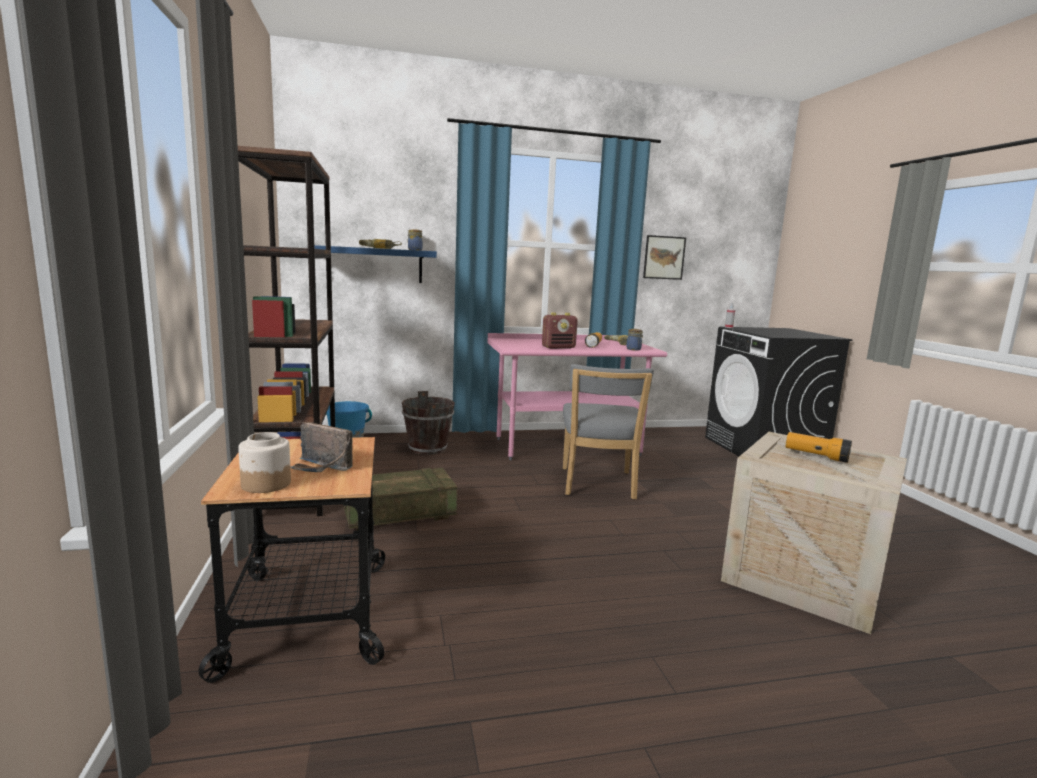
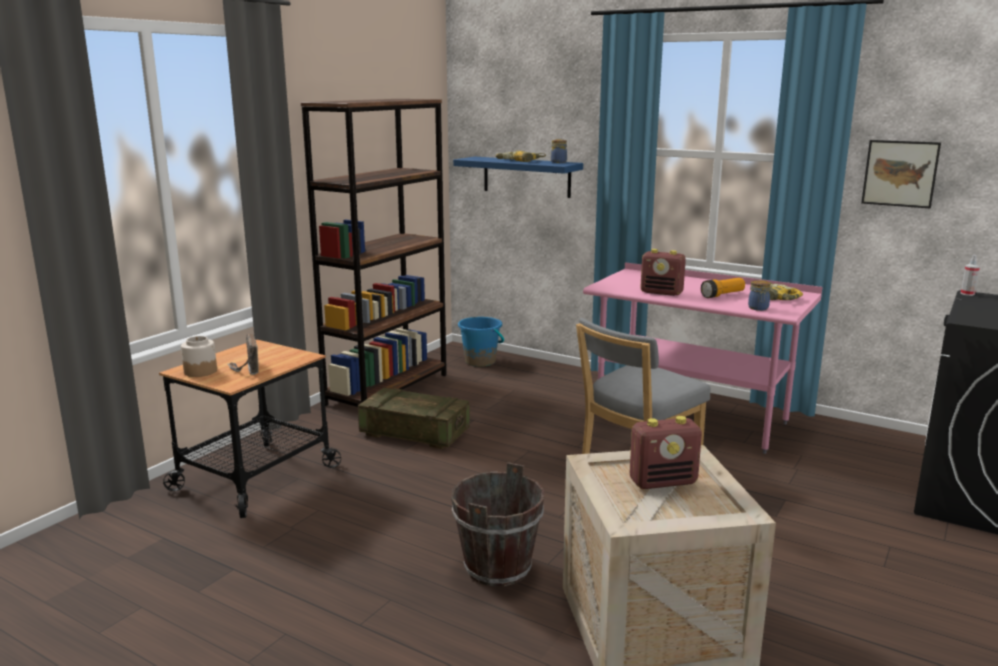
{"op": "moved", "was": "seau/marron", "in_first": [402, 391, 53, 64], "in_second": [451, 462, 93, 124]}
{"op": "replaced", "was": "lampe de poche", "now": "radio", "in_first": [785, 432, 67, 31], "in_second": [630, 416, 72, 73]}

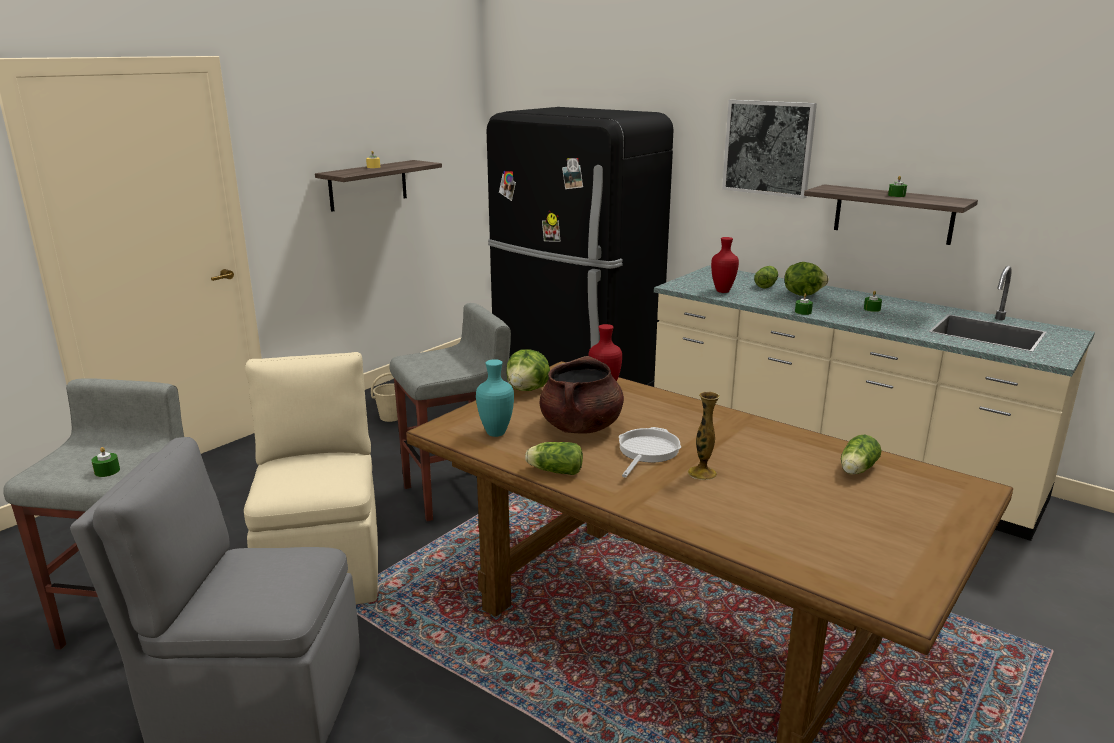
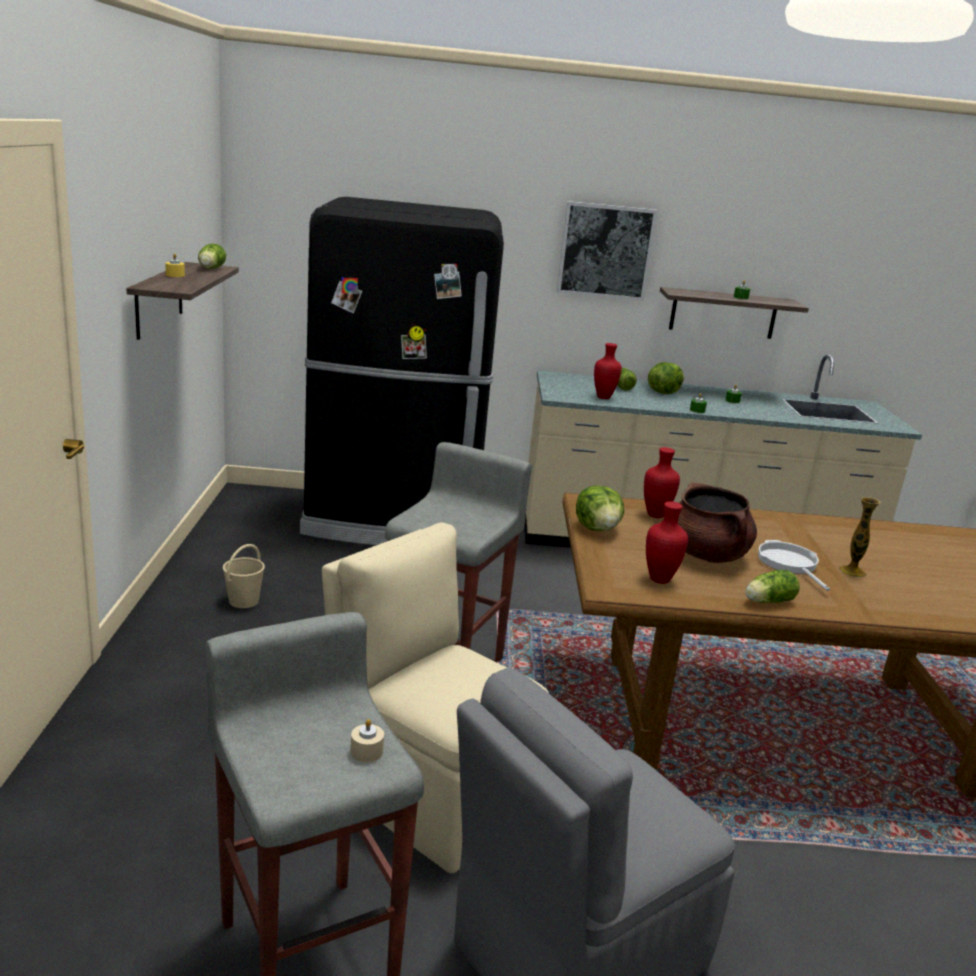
{"op": "recoloured", "was": "bougie/vert", "now": "bougie/beige", "in_first": [92, 447, 28, 30], "in_second": [351, 719, 33, 43]}
{"op": "recoloured", "was": "vase/turquoise", "now": "vase/rouge", "in_first": [476, 359, 38, 78], "in_second": [646, 501, 42, 83]}
{"op": "moved", "was": "laitue", "in_first": [841, 435, 41, 39], "in_second": [198, 243, 28, 26]}

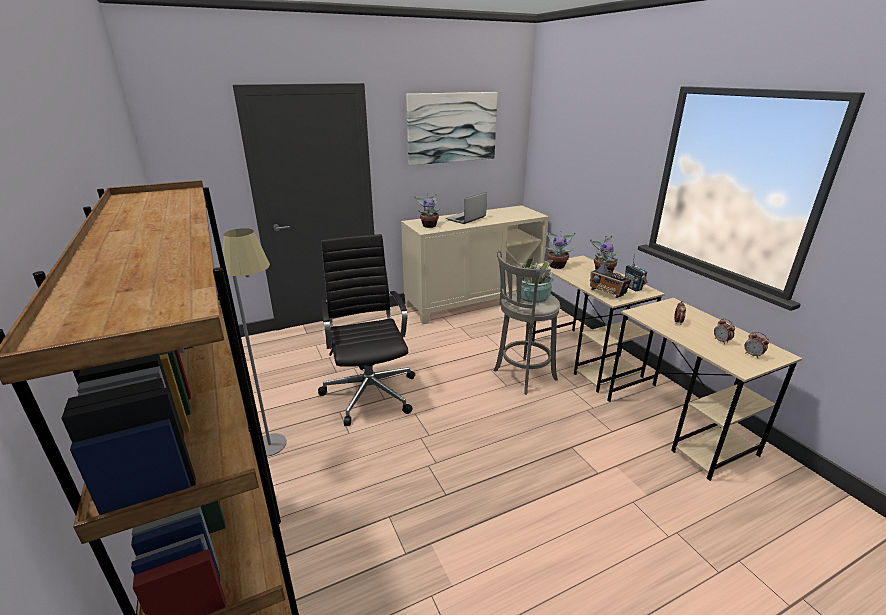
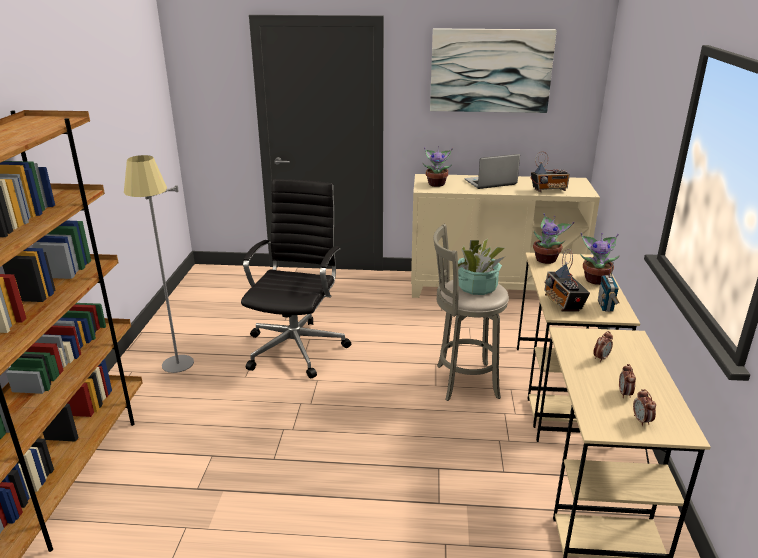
{"op": "added", "now": "radio", "in_second": [531, 151, 39, 41]}

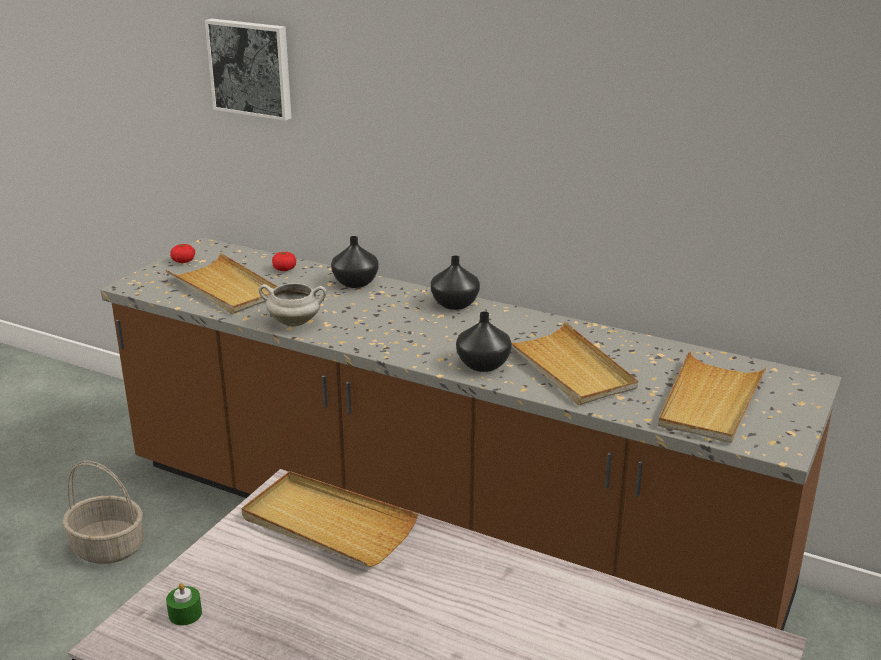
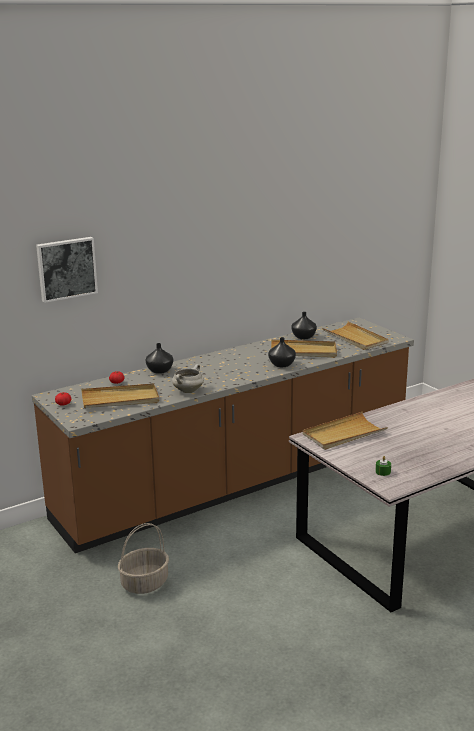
{"op": "moved", "was": "vase/noir", "in_first": [431, 255, 49, 55], "in_second": [291, 312, 26, 27]}

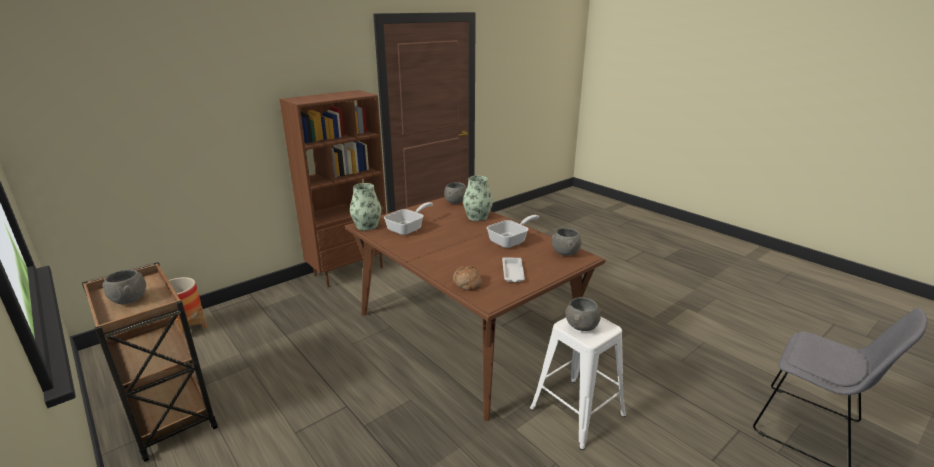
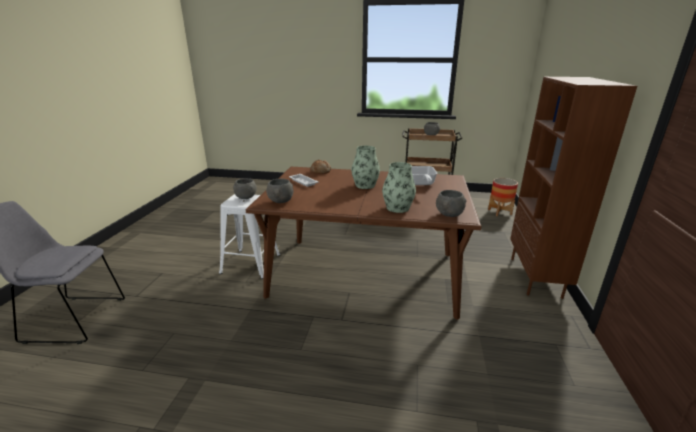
{"op": "moved", "was": "vase", "in_first": [350, 183, 32, 48], "in_second": [351, 146, 29, 43]}
{"op": "removed", "was": "poêle", "in_first": [487, 215, 52, 33]}

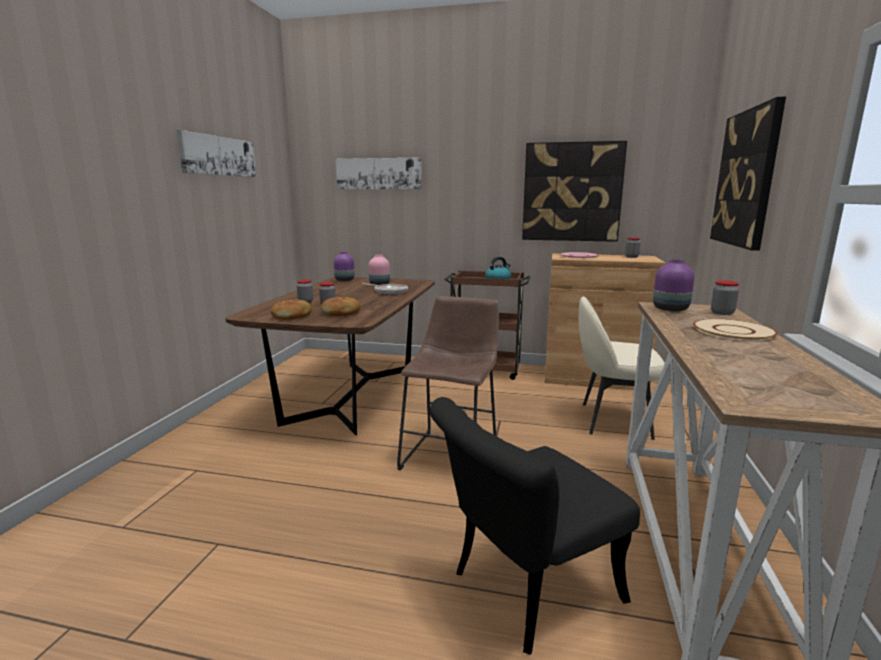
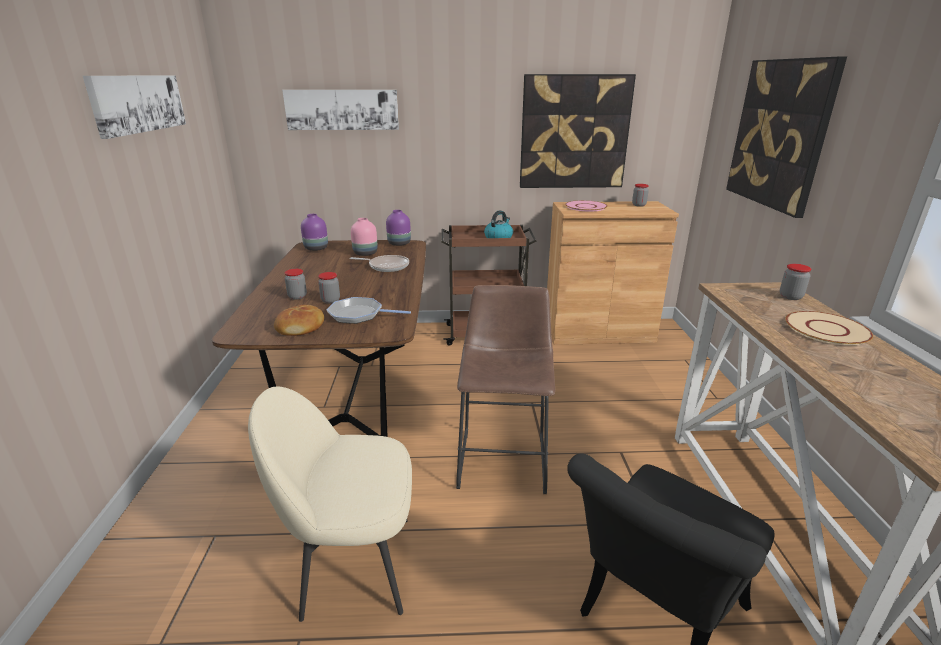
{"op": "replaced", "was": "pain", "now": "poêle", "in_first": [321, 297, 39, 19], "in_second": [326, 297, 85, 27]}
{"op": "moved", "was": "chaise/beige", "in_first": [578, 296, 87, 144], "in_second": [248, 386, 164, 236]}
{"op": "moved", "was": "vase/violet", "in_first": [653, 259, 41, 52], "in_second": [386, 210, 25, 36]}

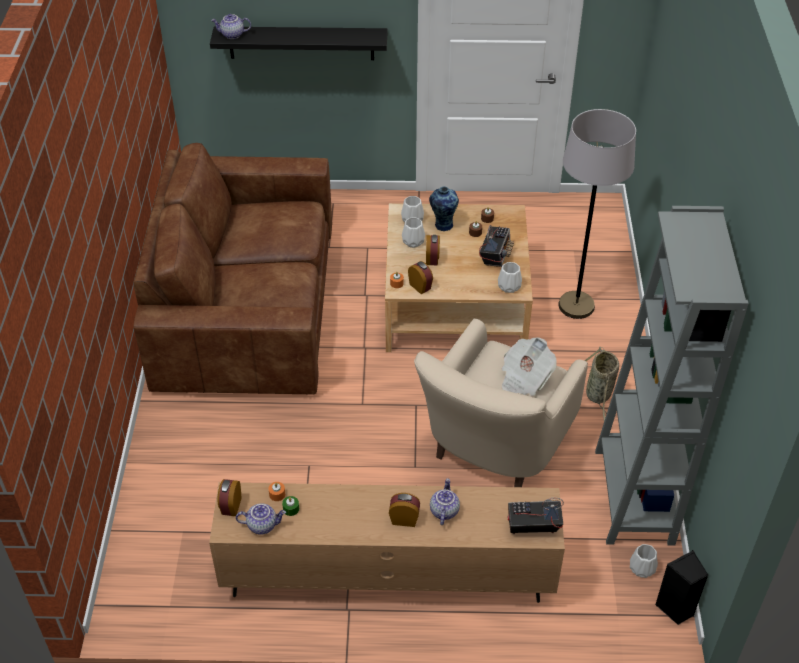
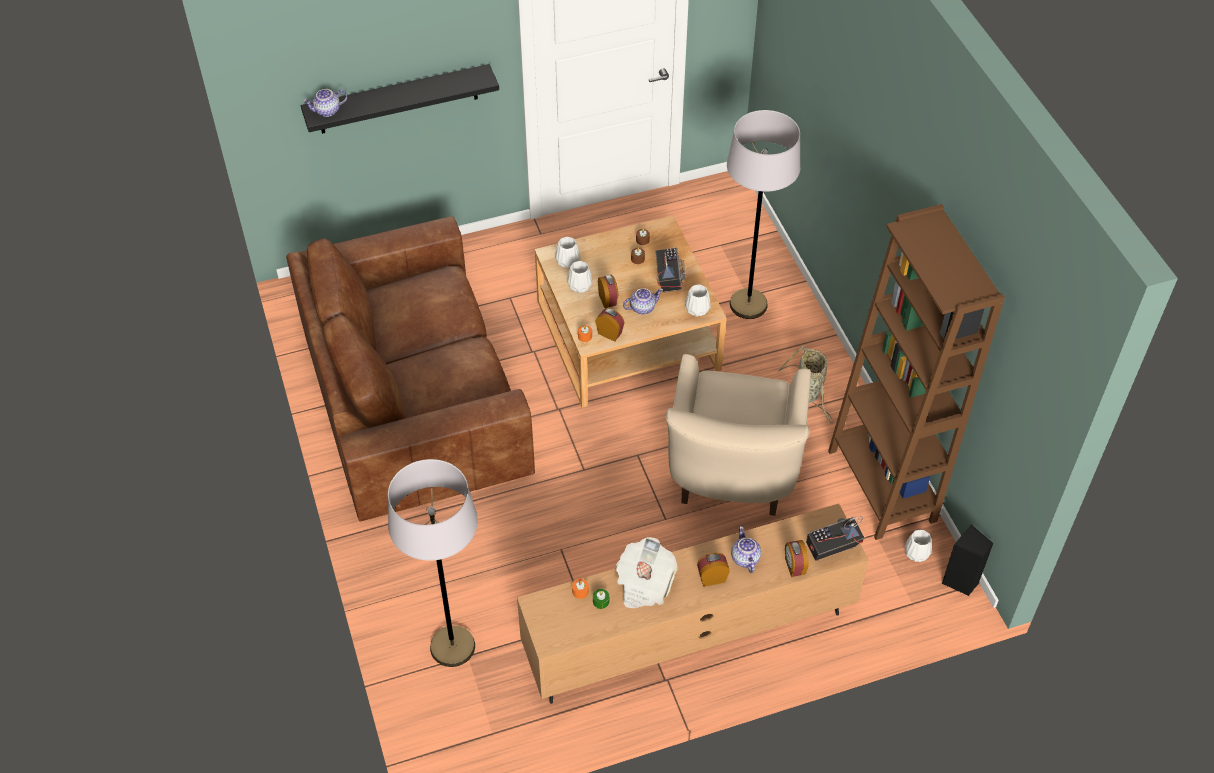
{"op": "moved", "was": "réveil", "in_first": [217, 479, 25, 37], "in_second": [785, 540, 24, 37]}
{"op": "moved", "was": "théière", "in_first": [236, 504, 50, 31], "in_second": [623, 288, 40, 26]}
{"op": "removed", "was": "vase", "in_first": [429, 186, 30, 45]}
{"op": "moved", "was": "journal", "in_first": [501, 337, 56, 59], "in_second": [616, 537, 61, 71]}
{"op": "recoloured", "was": "bibliothèque/gris", "now": "bibliothèque/marron", "in_first": [595, 206, 154, 340], "in_second": [828, 204, 177, 336]}
{"op": "added", "now": "lampadaire/gris", "in_second": [388, 459, 90, 208]}

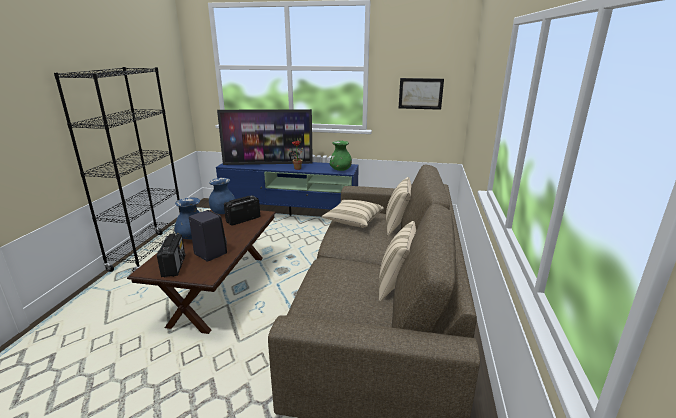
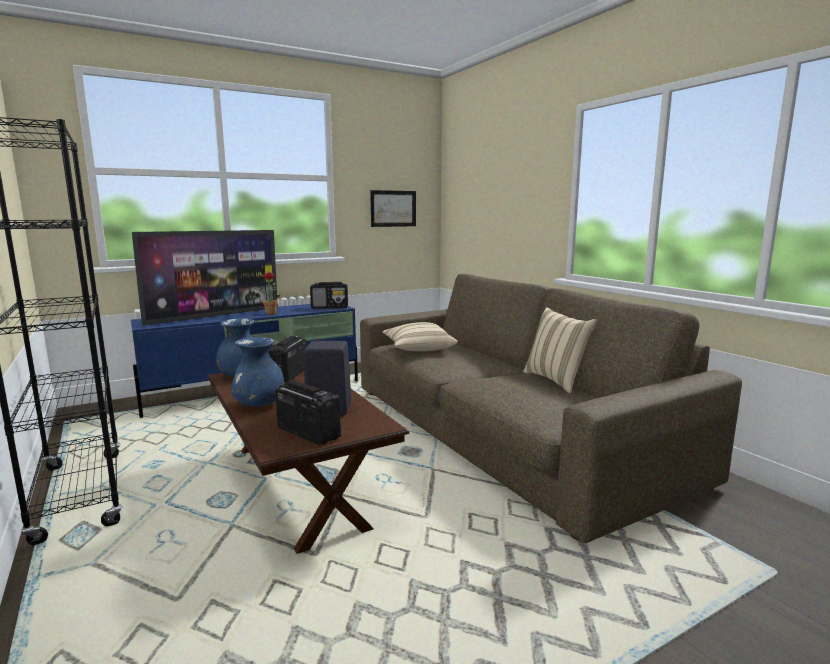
{"op": "replaced", "was": "vase/vert", "now": "radio", "in_first": [330, 141, 22, 30], "in_second": [310, 282, 38, 27]}
{"op": "removed", "was": "coussin/beige", "in_first": [386, 177, 26, 59]}

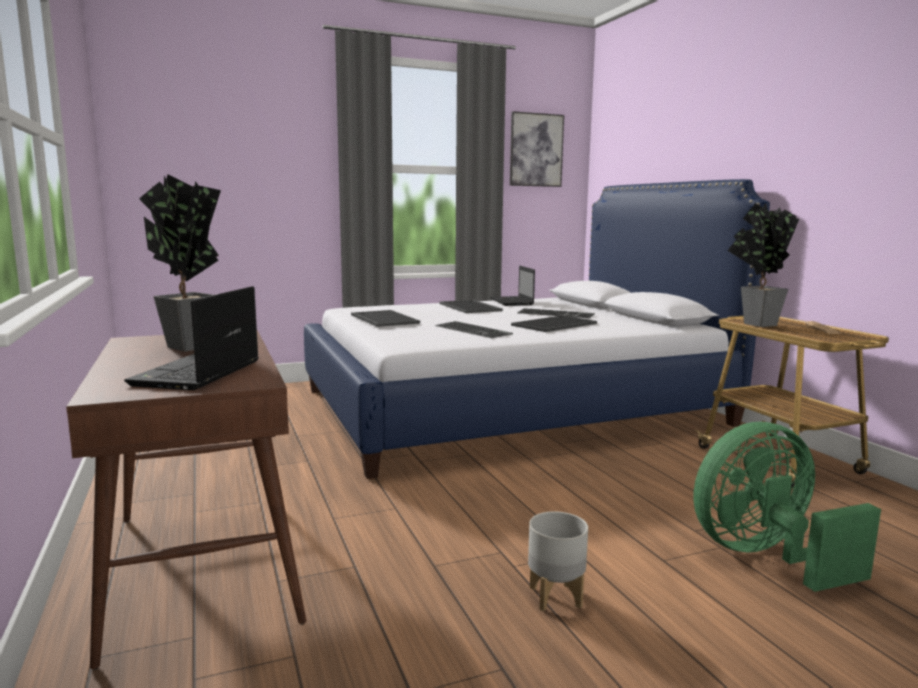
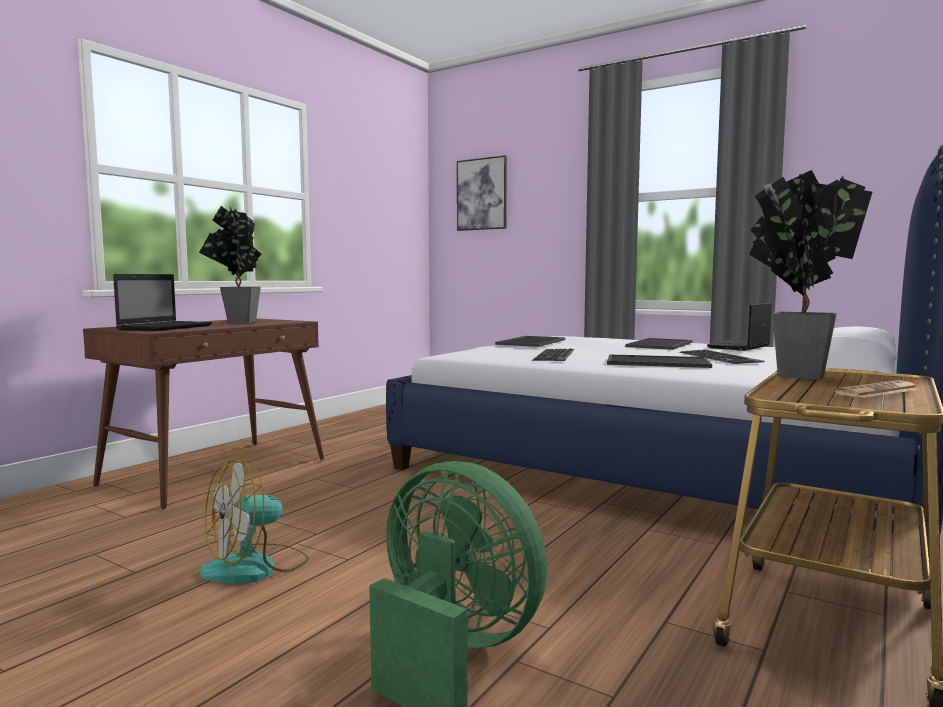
{"op": "turned", "was": "ordinateur portable", "in_first": [124, 286, 135, 104], "in_second": [113, 274, 99, 57], "clockwise": 135}
{"op": "moved", "was": "tableau", "in_first": [510, 111, 54, 76], "in_second": [457, 155, 50, 76]}
{"op": "replaced", "was": "cache-pot/gris", "now": "ventilateur", "in_first": [528, 511, 60, 100], "in_second": [199, 458, 110, 126]}

